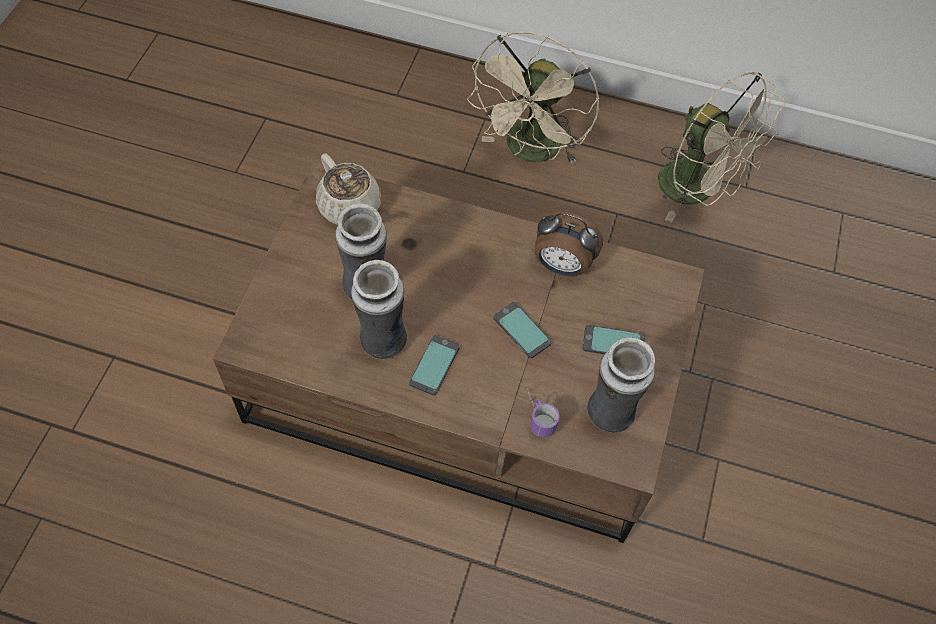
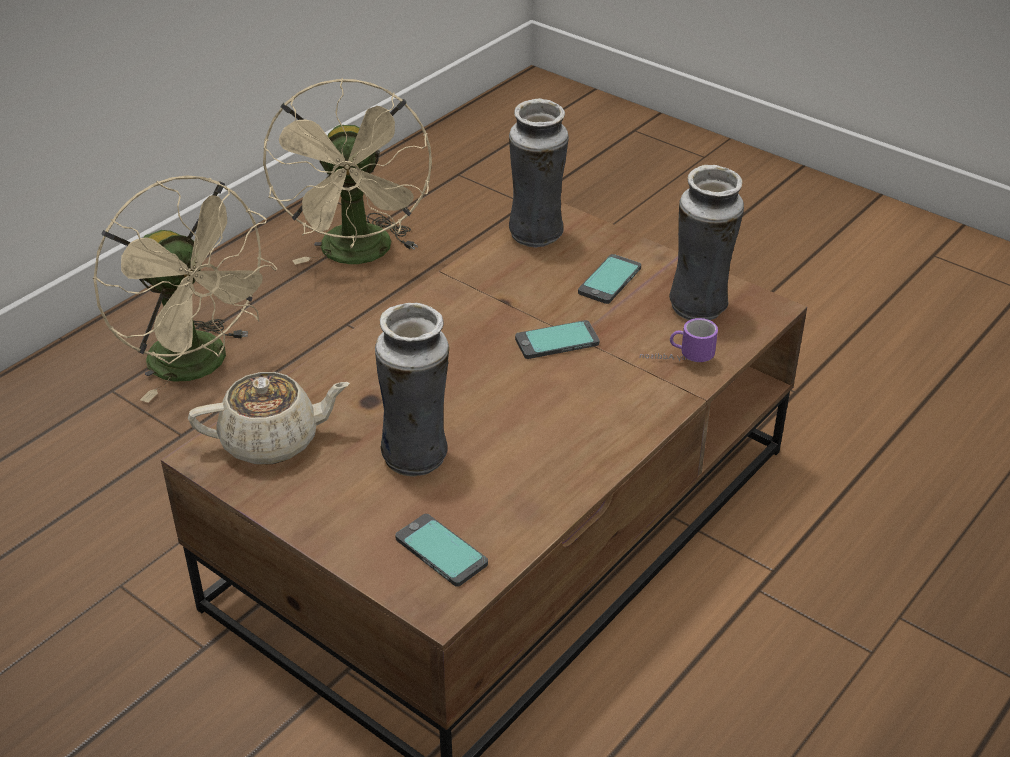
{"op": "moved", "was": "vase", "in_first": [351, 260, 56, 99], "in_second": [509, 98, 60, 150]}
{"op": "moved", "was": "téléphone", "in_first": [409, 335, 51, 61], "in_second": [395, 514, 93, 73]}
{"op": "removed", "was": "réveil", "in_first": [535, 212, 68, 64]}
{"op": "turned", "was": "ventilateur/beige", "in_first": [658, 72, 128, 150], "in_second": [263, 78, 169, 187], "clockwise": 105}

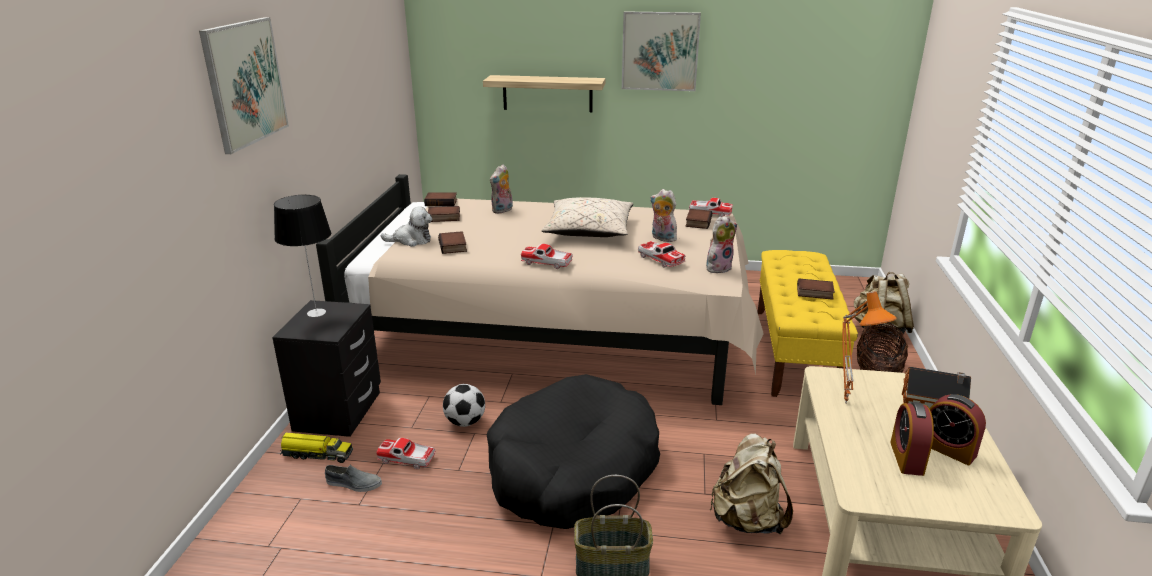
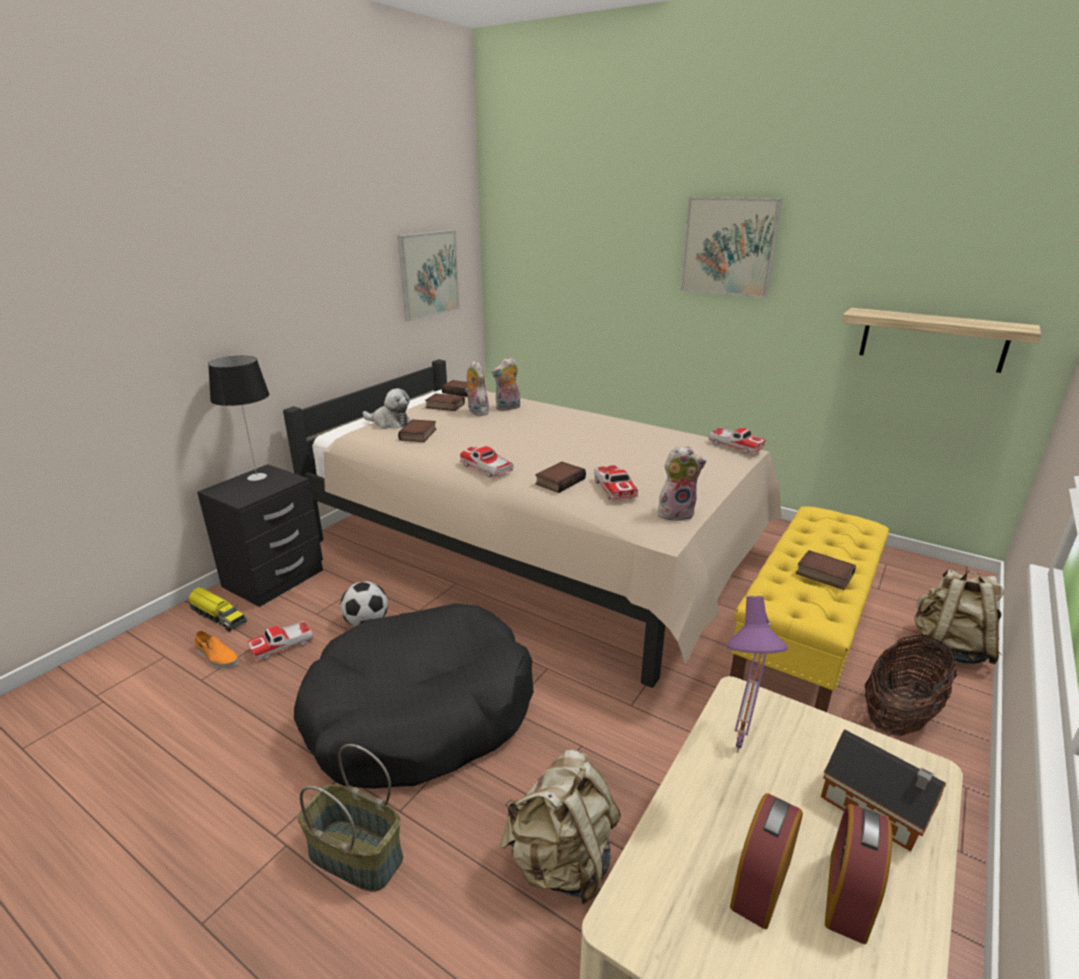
{"op": "moved", "was": "tableau", "in_first": [199, 17, 90, 137], "in_second": [398, 230, 62, 91]}
{"op": "recoloured", "was": "chaussure/gris", "now": "chaussure/orange", "in_first": [325, 465, 57, 27], "in_second": [195, 631, 44, 38]}
{"op": "turned", "was": "petite voiture", "in_first": [376, 438, 59, 31], "in_second": [248, 621, 66, 39], "clockwise": -75}
{"op": "moved", "was": "étagère", "in_first": [483, 75, 122, 37], "in_second": [841, 308, 200, 65]}
{"op": "removed", "was": "coussin/beige", "in_first": [542, 197, 91, 40]}
{"op": "moved", "was": "peluche", "in_first": [650, 189, 27, 53], "in_second": [465, 361, 24, 55]}
{"op": "moved", "was": "livre", "in_first": [685, 209, 27, 20], "in_second": [535, 462, 51, 31]}
{"op": "recoloured", "was": "lampe de table/orange", "now": "lampe de table/violet", "in_first": [842, 291, 55, 113], "in_second": [727, 596, 61, 157]}
{"op": "turned", "was": "réveil", "in_first": [929, 394, 57, 71], "in_second": [825, 804, 67, 140], "clockwise": 45}

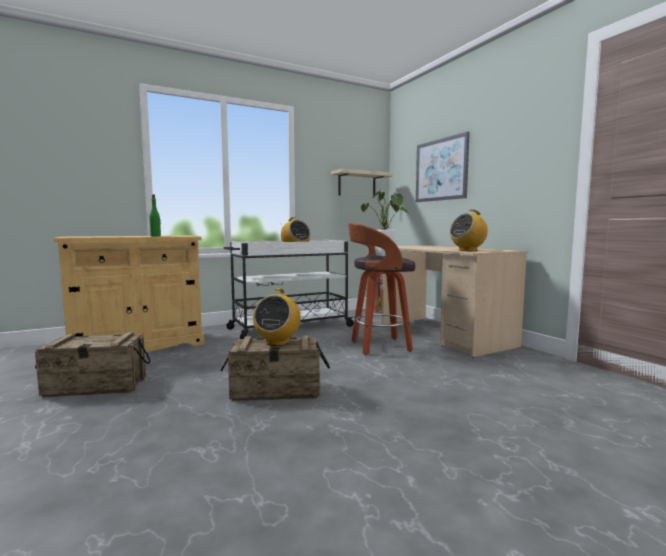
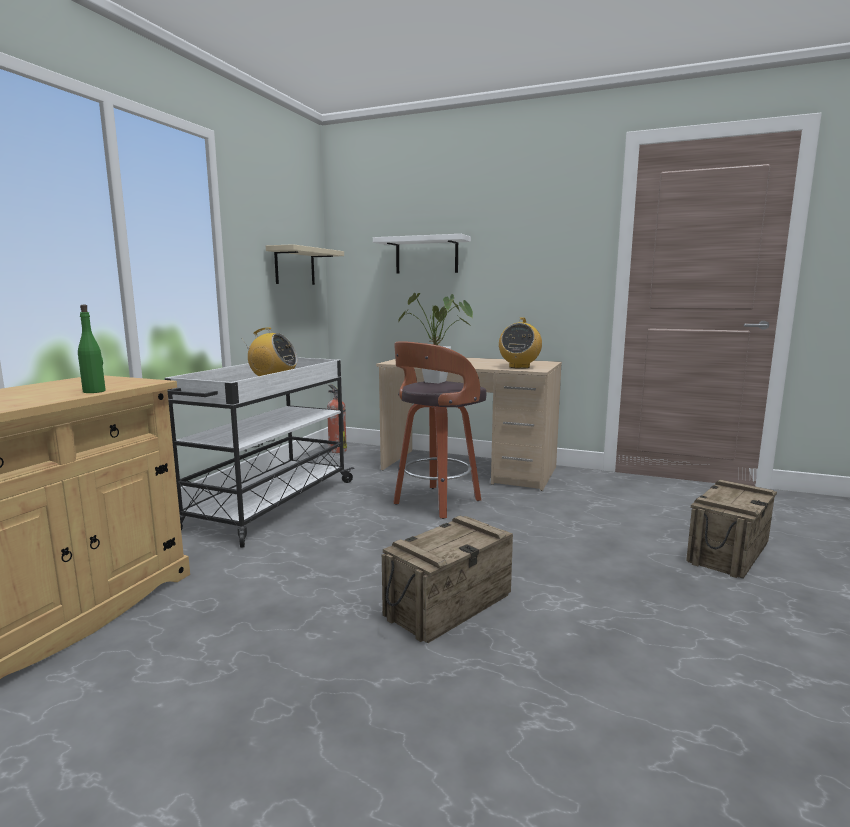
{"op": "moved", "was": "caisse", "in_first": [35, 332, 115, 65], "in_second": [686, 480, 91, 98]}
{"op": "removed", "was": "radio", "in_first": [253, 288, 48, 58]}
{"op": "replaced", "was": "tableau", "now": "étagère/blanc", "in_first": [416, 132, 54, 70], "in_second": [373, 234, 98, 40]}

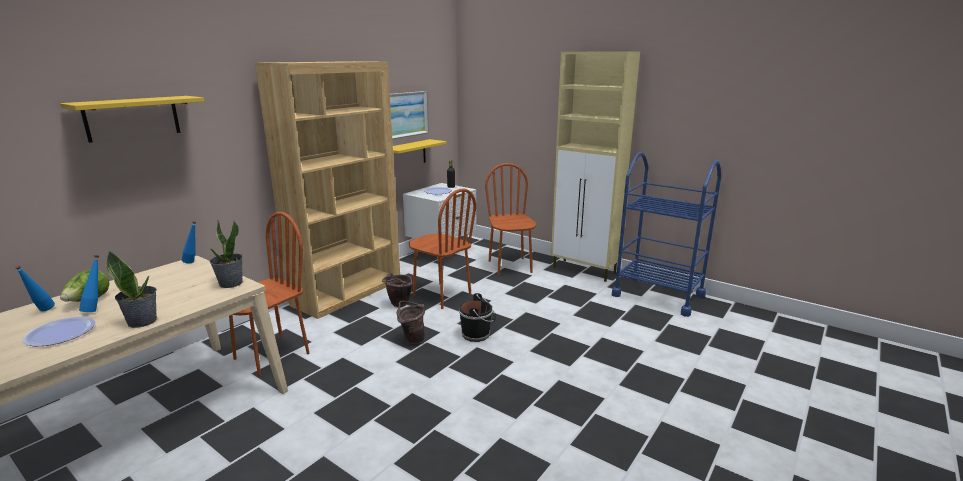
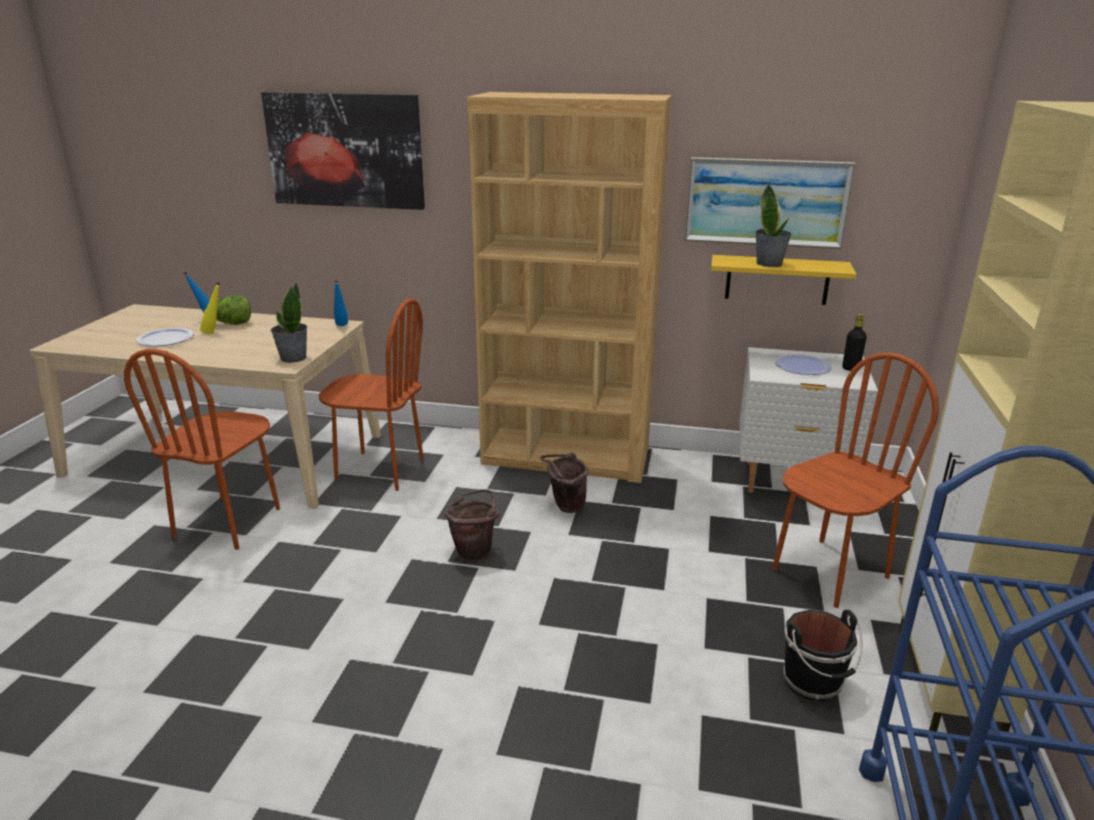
{"op": "replaced", "was": "étagère/jaune", "now": "tableau", "in_first": [60, 96, 145, 47], "in_second": [261, 92, 164, 118]}
{"op": "recoloured", "was": "bouteille/bleu", "now": "bouteille/jaune", "in_first": [79, 255, 20, 57], "in_second": [200, 281, 20, 53]}
{"op": "moved", "was": "plante en pot", "in_first": [106, 251, 51, 77], "in_second": [755, 183, 37, 84]}
{"op": "moved", "was": "chaise/marron", "in_first": [409, 188, 67, 121], "in_second": [124, 349, 156, 201]}
{"op": "moved", "was": "seau/noir", "in_first": [459, 293, 37, 49], "in_second": [783, 610, 80, 91]}

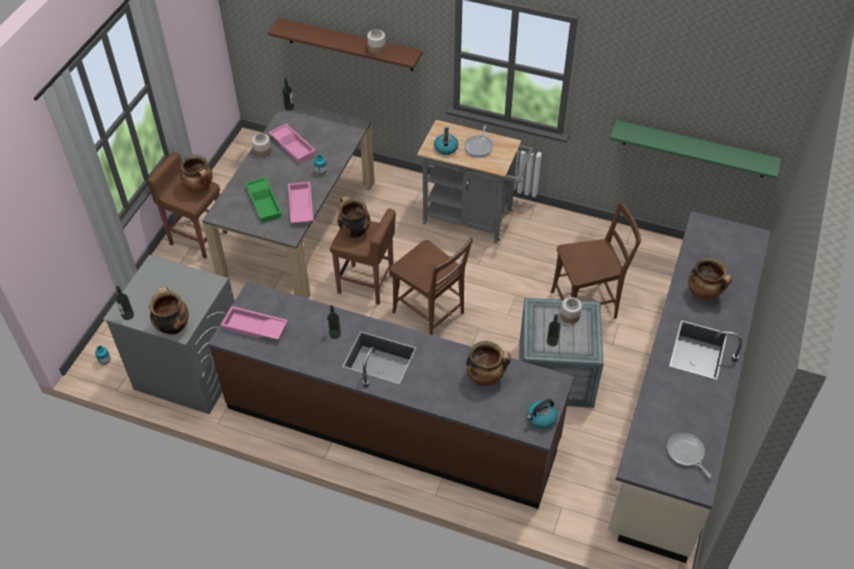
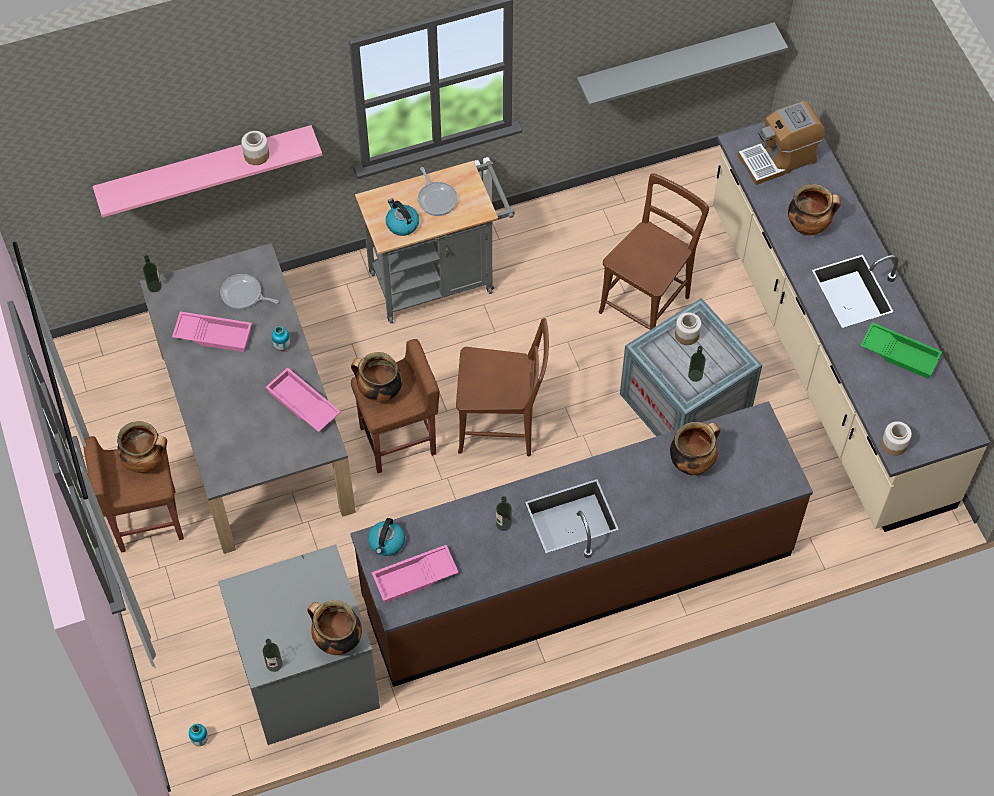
{"op": "moved", "was": "plateau/vert", "in_first": [245, 177, 37, 46], "in_second": [860, 322, 82, 57]}
{"op": "moved", "was": "bocal", "in_first": [252, 133, 19, 24], "in_second": [881, 421, 31, 35]}
{"op": "recoloured", "was": "étagère/marron", "now": "étagère/rose", "in_first": [268, 18, 155, 53], "in_second": [93, 125, 229, 92]}
{"op": "moved", "was": "bouilloire", "in_first": [526, 399, 32, 30], "in_second": [368, 518, 37, 38]}
{"op": "recoloured", "was": "étagère/vert", "now": "étagère/gris", "in_first": [610, 120, 172, 59], "in_second": [577, 22, 211, 85]}
{"op": "moved", "was": "poêle", "in_first": [667, 433, 45, 44], "in_second": [220, 274, 59, 35]}
{"op": "added", "now": "machine à café", "in_second": [738, 101, 87, 84]}

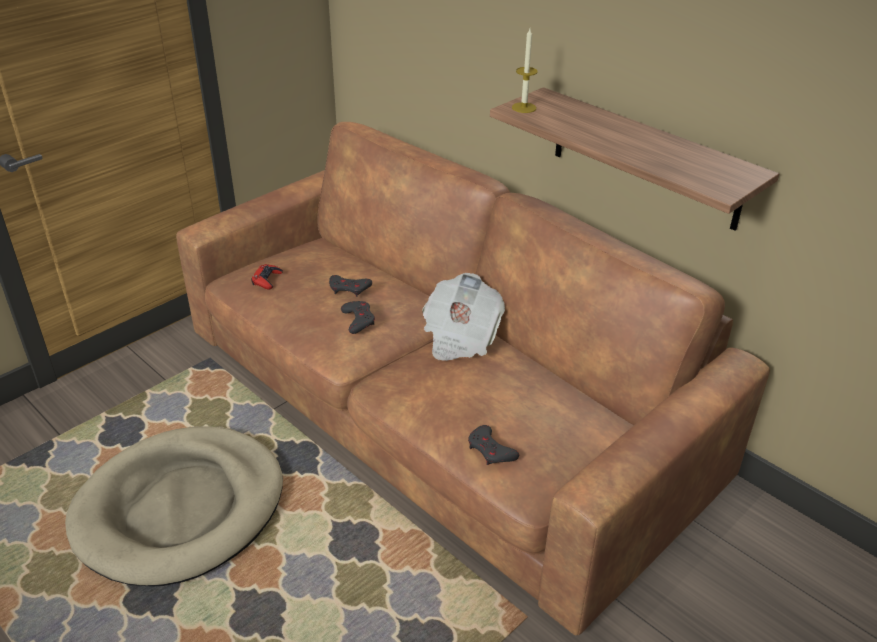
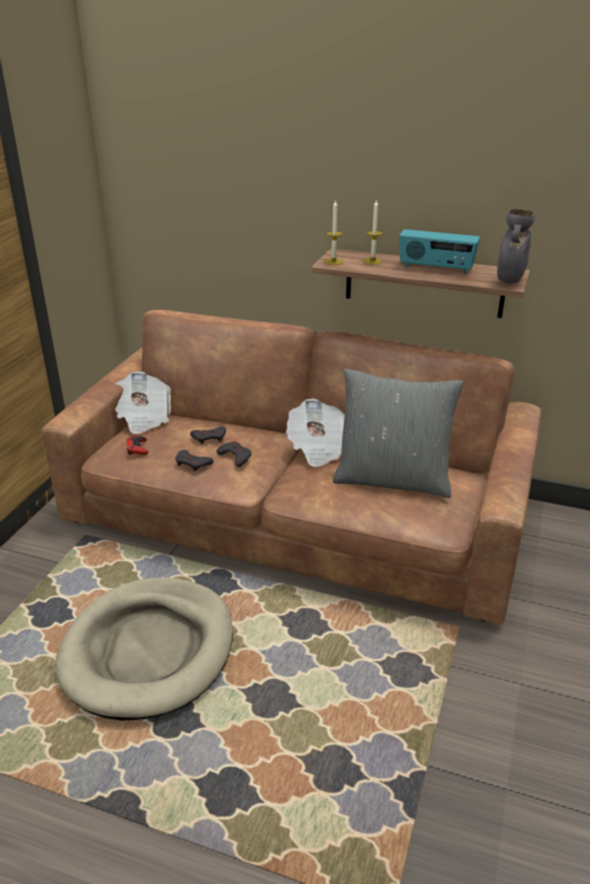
{"op": "moved", "was": "manette/gris", "in_first": [468, 425, 51, 40], "in_second": [175, 450, 38, 21]}
{"op": "added", "now": "journal", "in_second": [115, 371, 56, 63]}
{"op": "added", "now": "coussin/gris", "in_second": [333, 369, 131, 129]}
{"op": "added", "now": "bougie", "in_second": [364, 199, 19, 66]}
{"op": "added", "now": "radio", "in_second": [399, 229, 81, 45]}
{"op": "added", "now": "vase/gris", "in_second": [497, 209, 38, 75]}

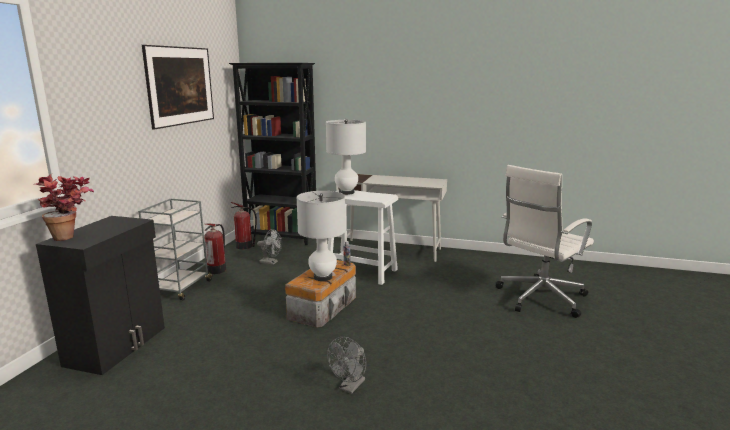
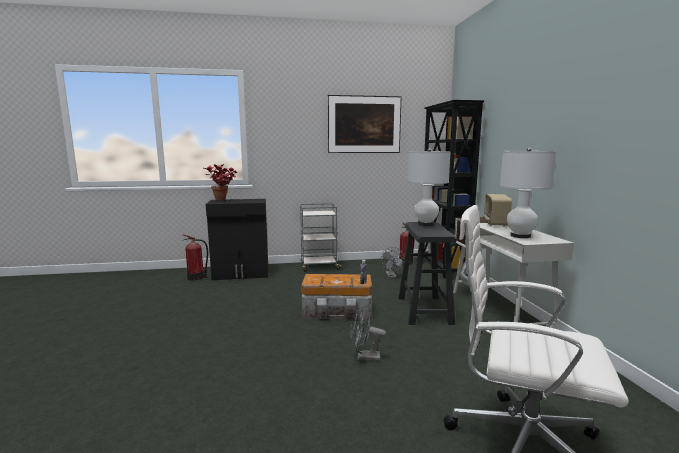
{"op": "moved", "was": "extincteur", "in_first": [204, 224, 22, 50], "in_second": [183, 235, 25, 46]}
{"op": "moved", "was": "lampe de table/blanc", "in_first": [296, 191, 49, 90], "in_second": [500, 148, 56, 90]}
{"op": "moved", "was": "ventilateur/gris", "in_first": [327, 337, 39, 57], "in_second": [350, 309, 36, 52]}
{"op": "recoloured", "was": "tabouret/blanc", "now": "tabouret/noir", "in_first": [328, 190, 70, 95], "in_second": [398, 222, 58, 103]}
{"op": "added", "now": "radio", "in_second": [483, 194, 29, 33]}

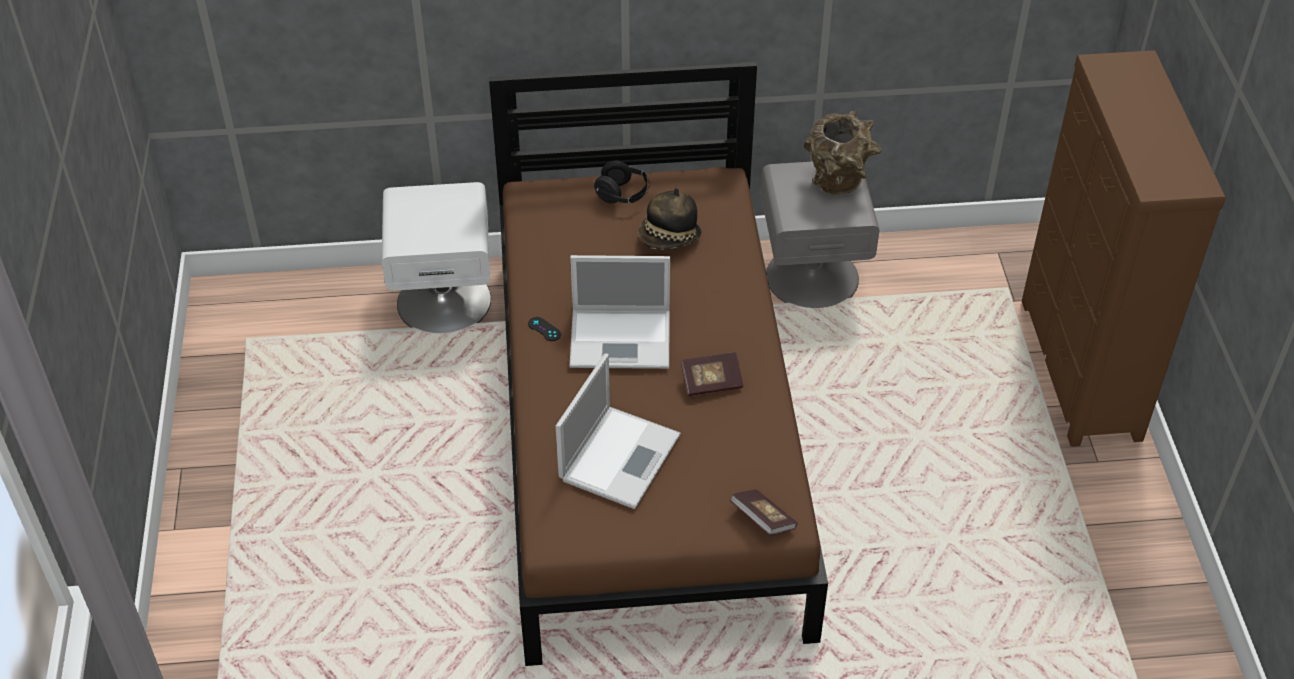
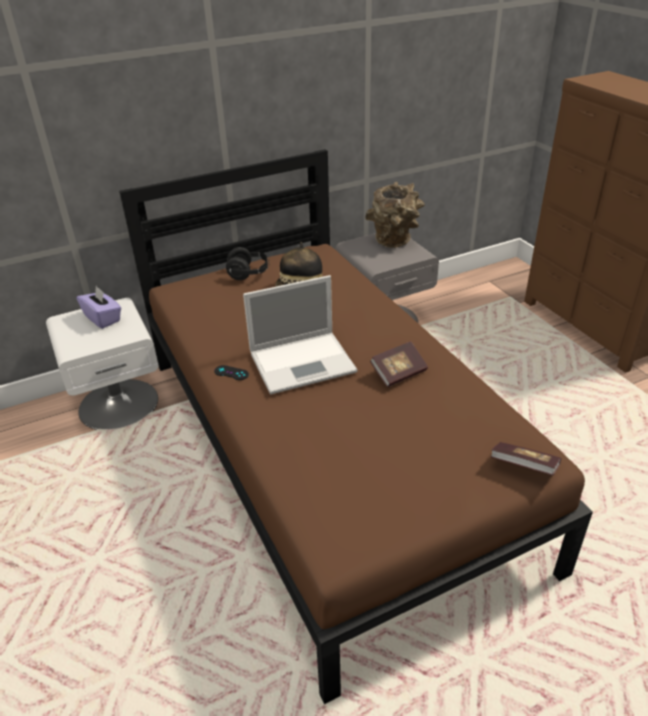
{"op": "removed", "was": "ordinateur portable", "in_first": [556, 354, 125, 155]}
{"op": "added", "now": "boîte à mouchoirs/violet", "in_second": [77, 286, 44, 43]}

